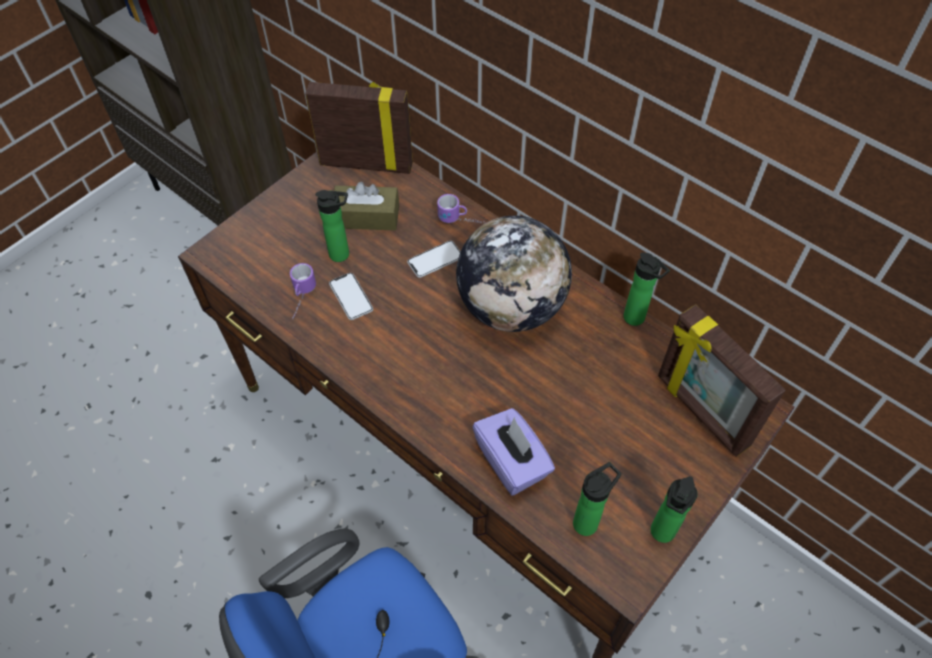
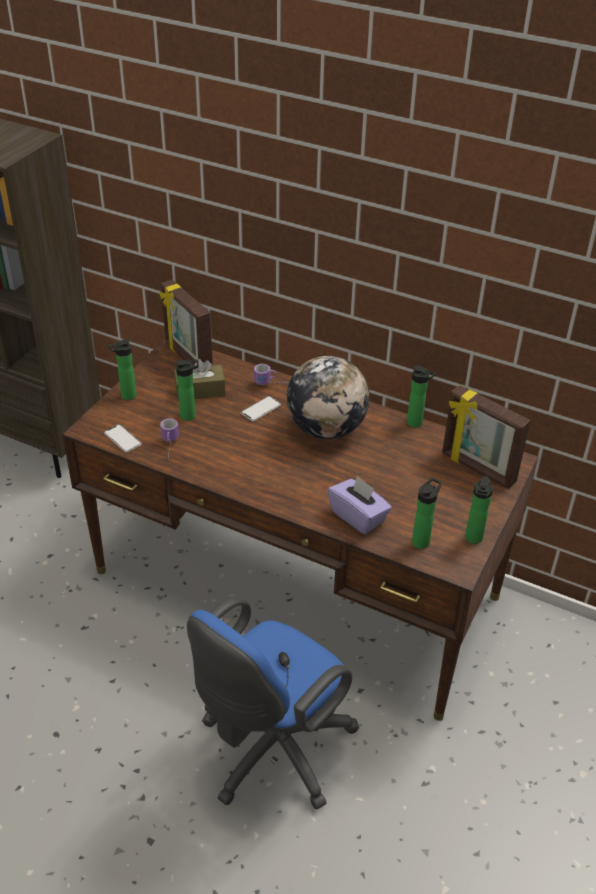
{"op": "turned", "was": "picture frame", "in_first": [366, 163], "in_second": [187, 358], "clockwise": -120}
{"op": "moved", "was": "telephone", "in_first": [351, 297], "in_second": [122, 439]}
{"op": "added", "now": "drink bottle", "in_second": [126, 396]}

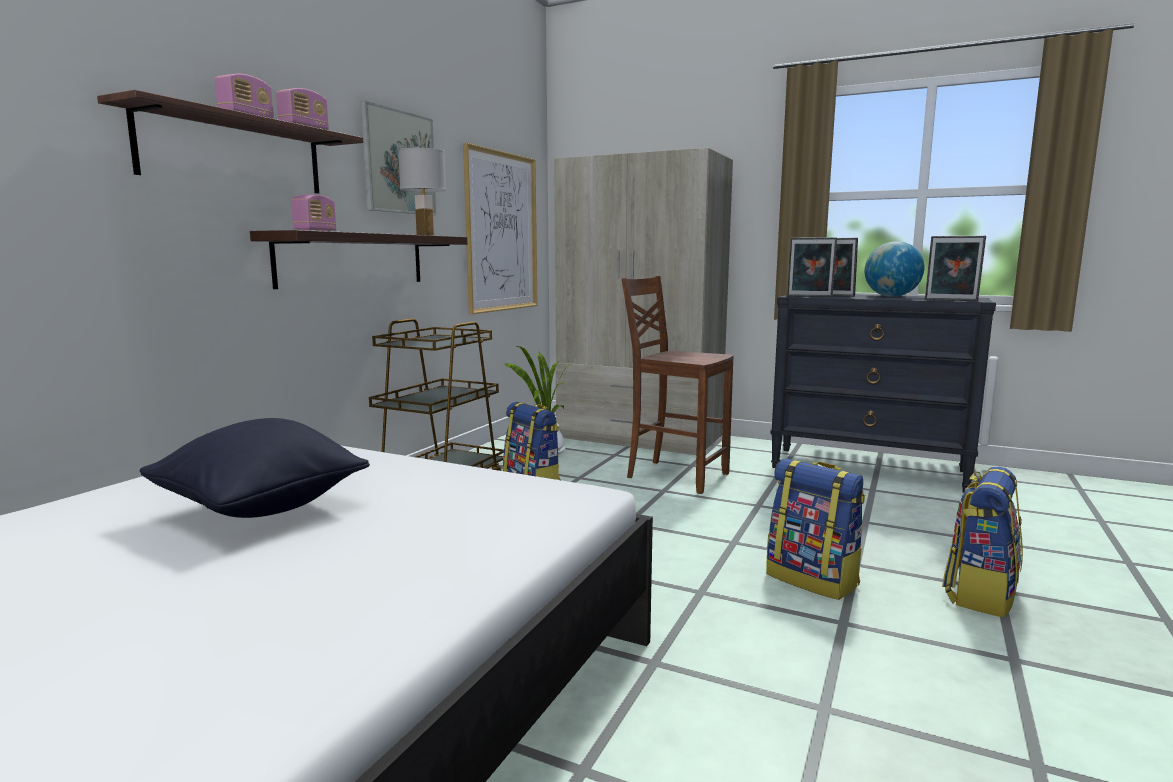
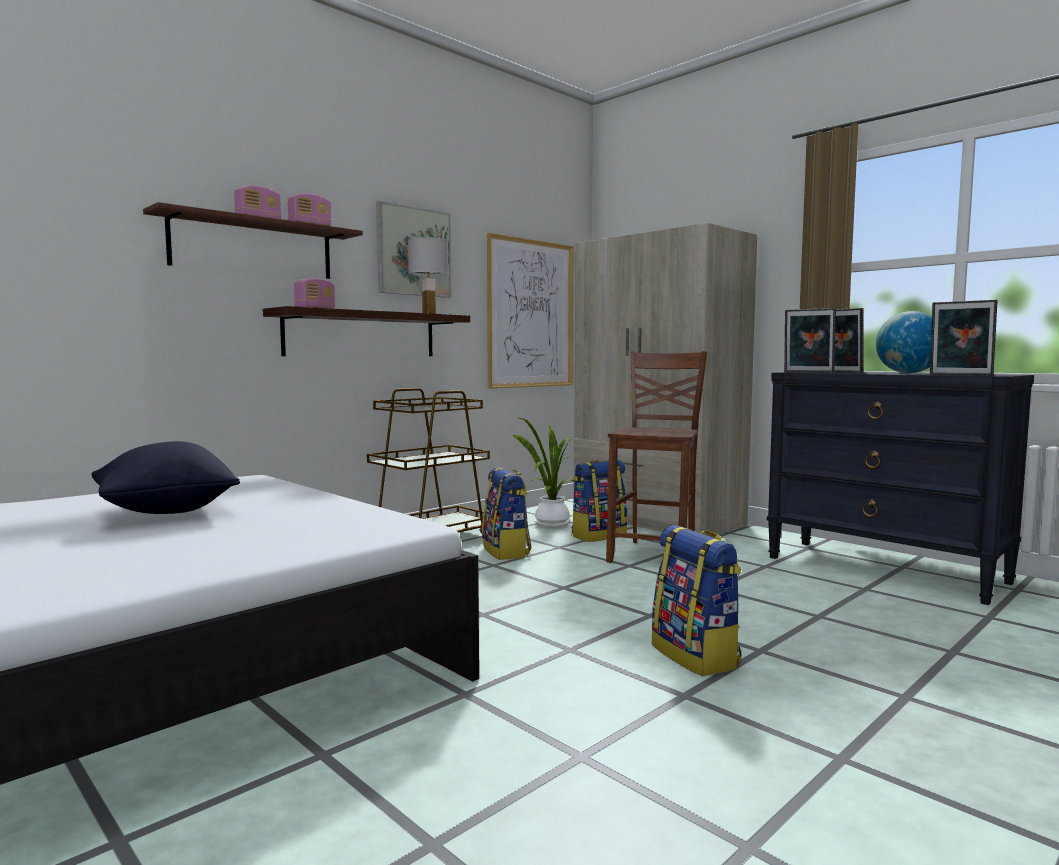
{"op": "turned", "was": "plain chair (brown-coloured)", "in_first": [675, 475], "in_second": [655, 554], "clockwise": 60}
{"op": "moved", "was": "rucksack", "in_first": [979, 594], "in_second": [598, 535]}

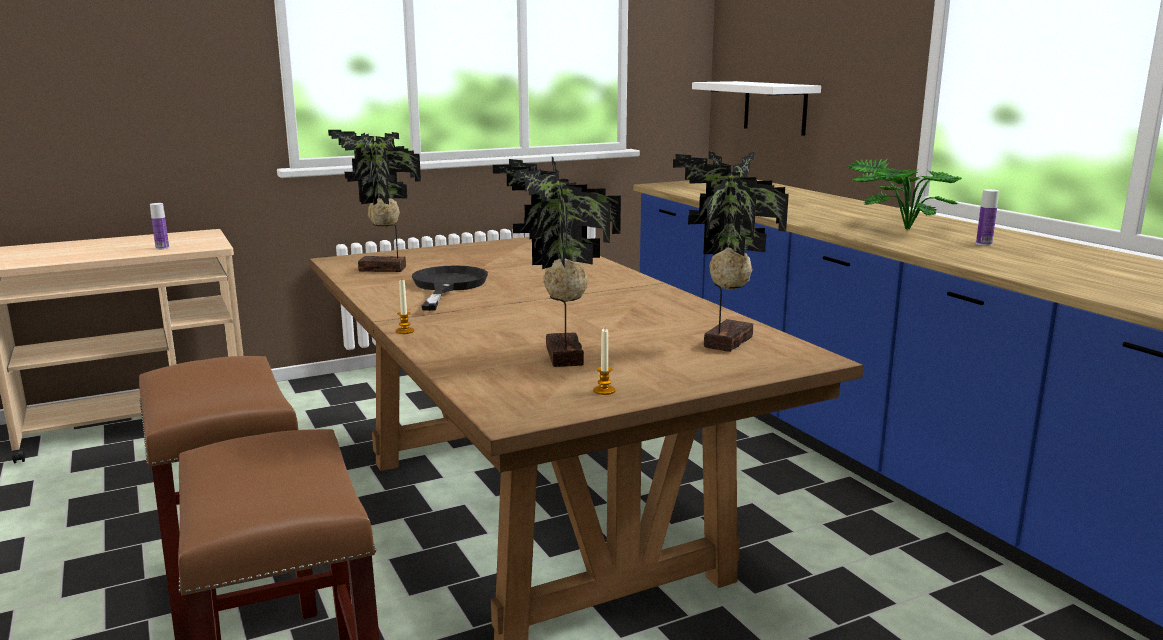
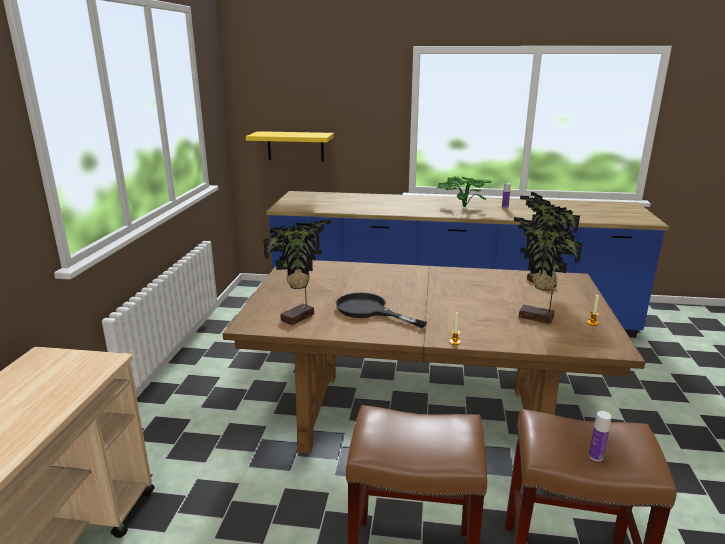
{"op": "moved", "was": "drink bottle", "in_first": [162, 248], "in_second": [596, 456]}
{"op": "recoloured", "was": "wall shelf (white-coloured)", "now": "wall shelf (yellow-coloured)", "in_first": [775, 107], "in_second": [295, 146]}

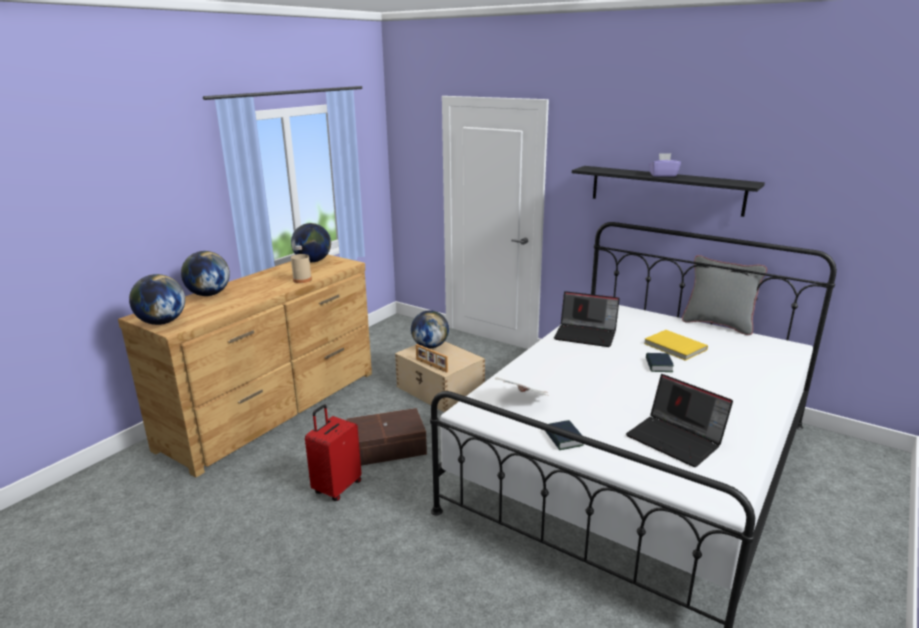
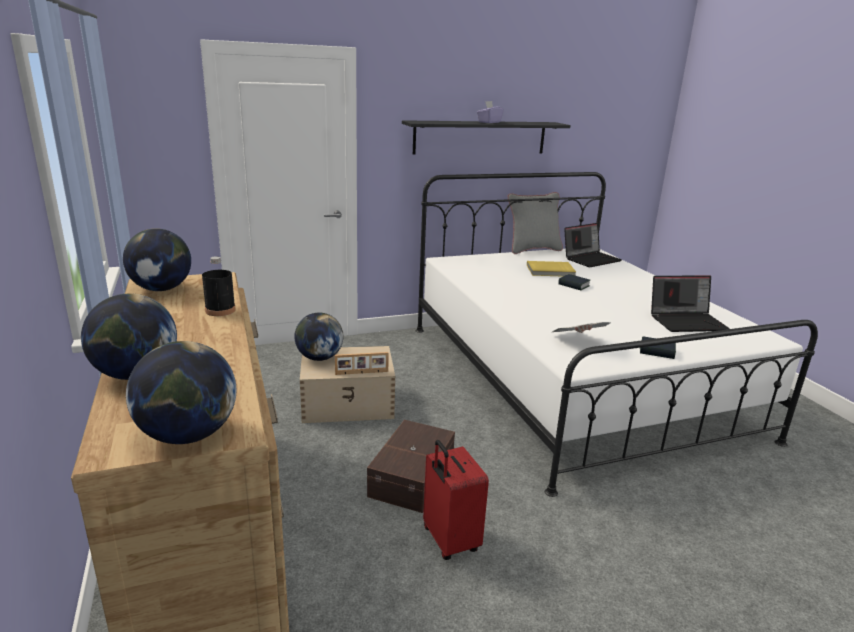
{"op": "recoloured", "was": "drink bottle (beige-coloured)", "now": "drink bottle (black-coloured)", "in_first": [302, 280], "in_second": [220, 310]}
{"op": "moved", "was": "portable computer", "in_first": [586, 335], "in_second": [591, 259]}

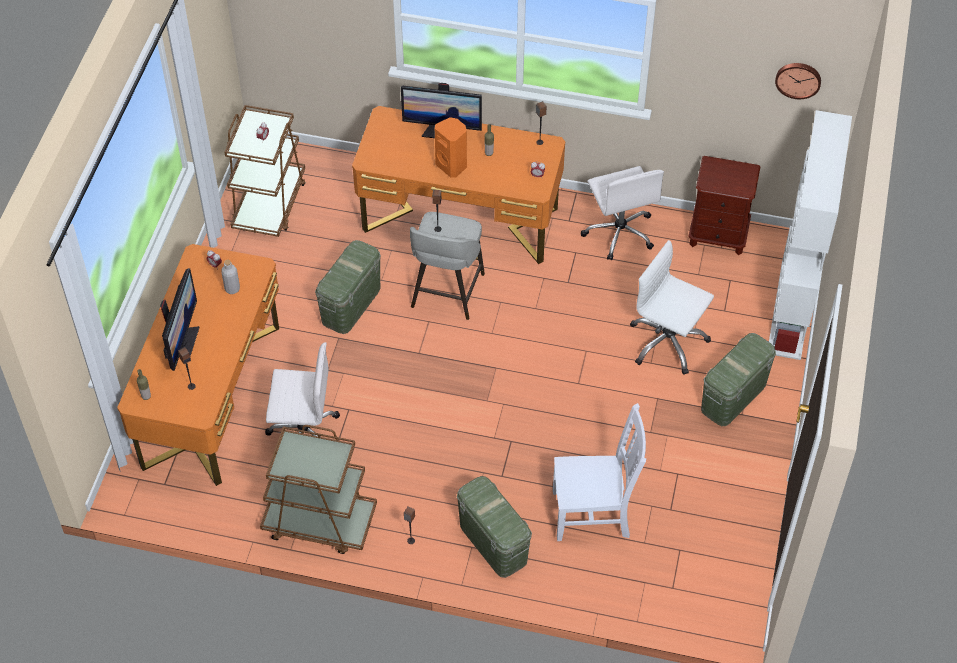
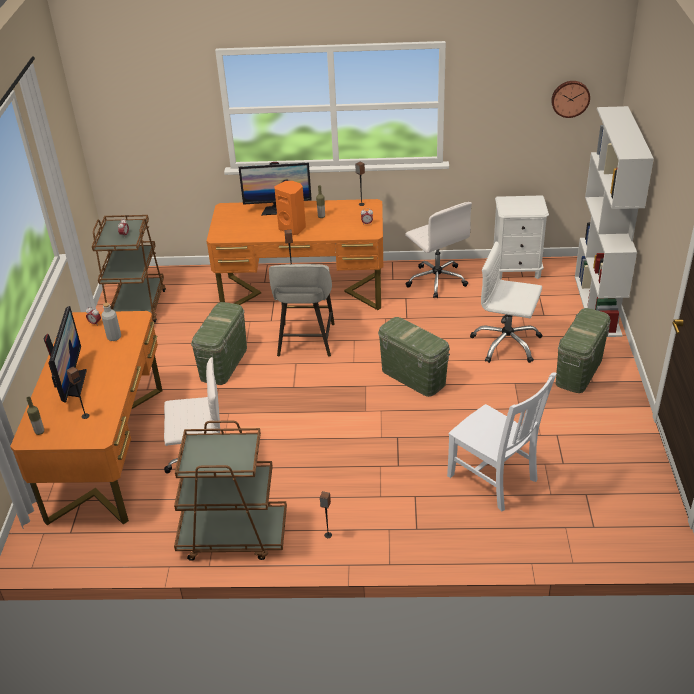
{"op": "moved", "was": "storage box (green-coloured)", "in_first": [493, 543], "in_second": [413, 377]}
{"op": "turned", "was": "plain chair (white-coloured)", "in_first": [594, 513], "in_second": [494, 479], "clockwise": 60}
{"op": "recoloured", "was": "bedside table (brown-coloured)", "now": "bedside table (white-coloured)", "in_first": [718, 236], "in_second": [516, 269]}

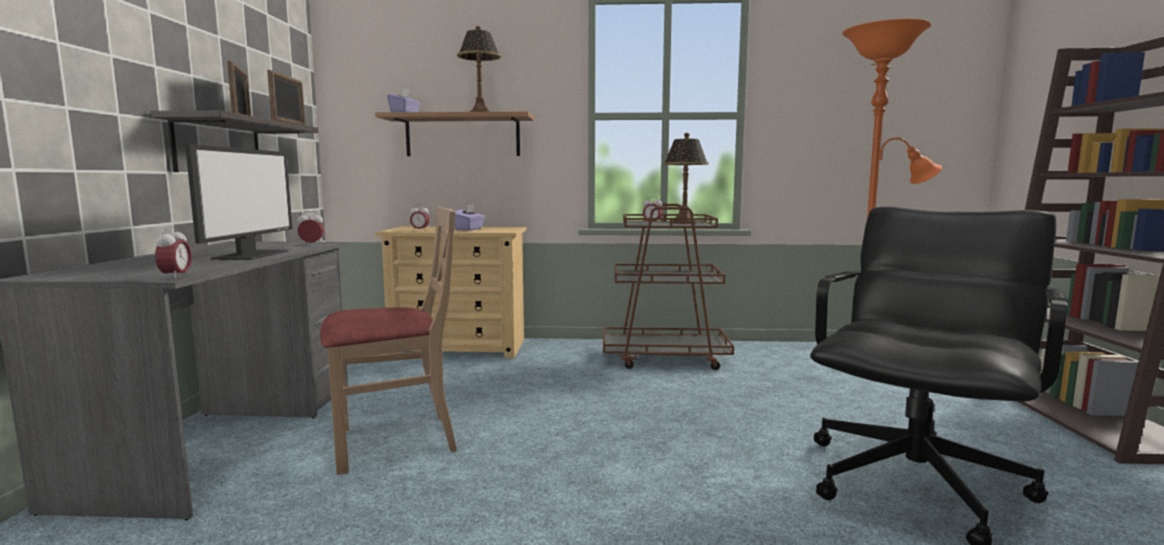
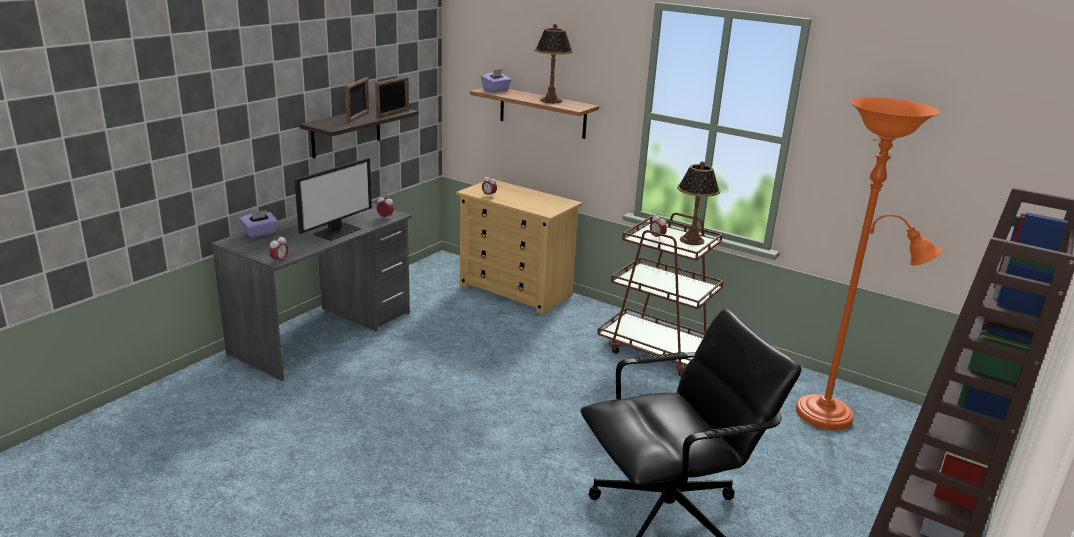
{"op": "removed", "was": "plain chair (beige-coloured)", "in_first": [395, 441]}
{"op": "moved", "was": "box of tissues (purple-coloured)", "in_first": [469, 229], "in_second": [260, 233]}

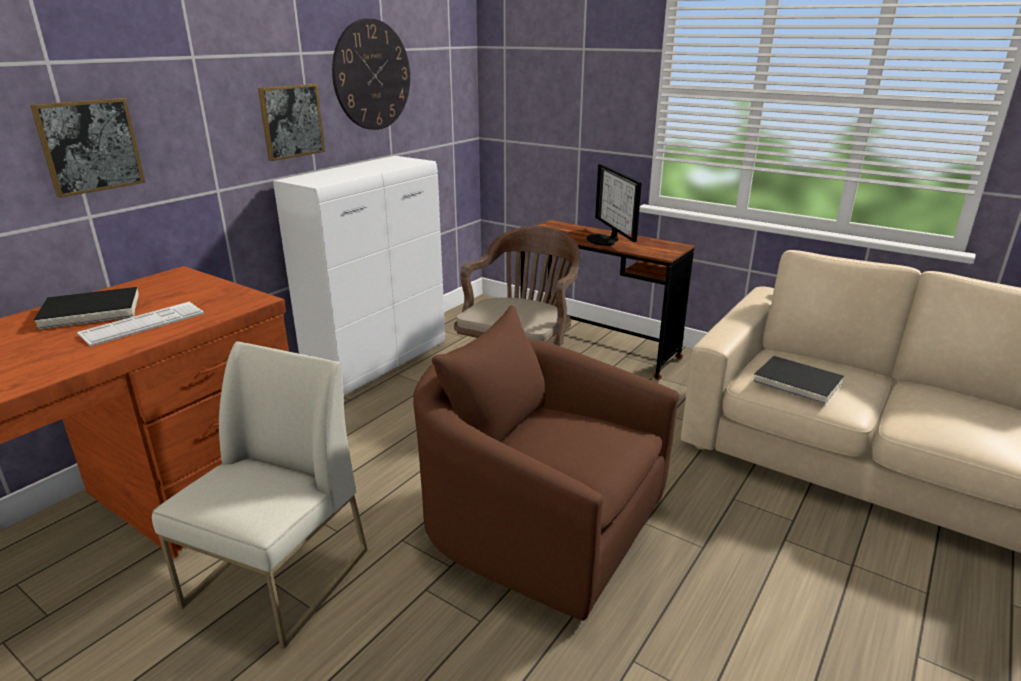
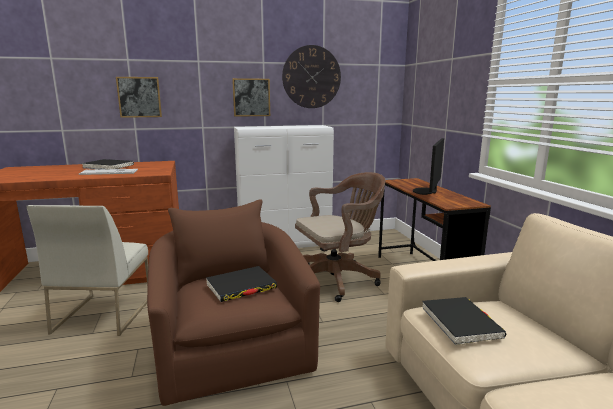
{"op": "turned", "was": "plain chair (white-coloured)", "in_first": [278, 579], "in_second": [103, 314], "clockwise": 120}
{"op": "added", "now": "volume (black-coloured)", "in_second": [241, 287]}

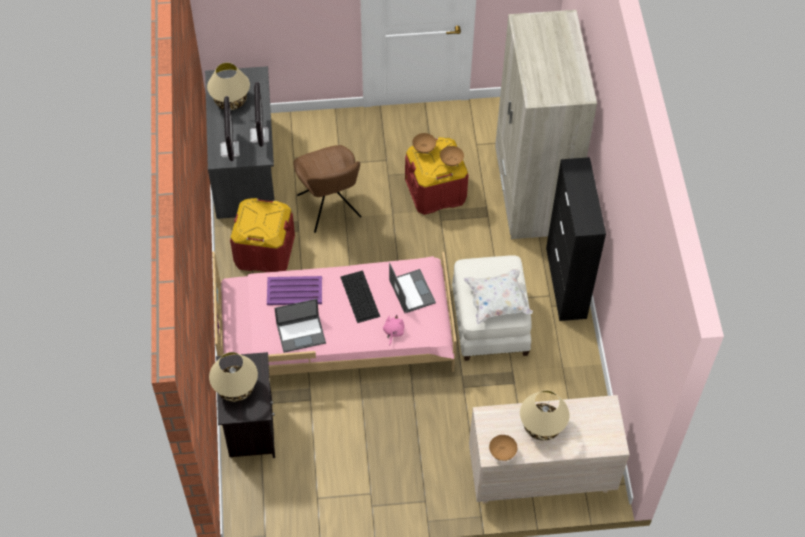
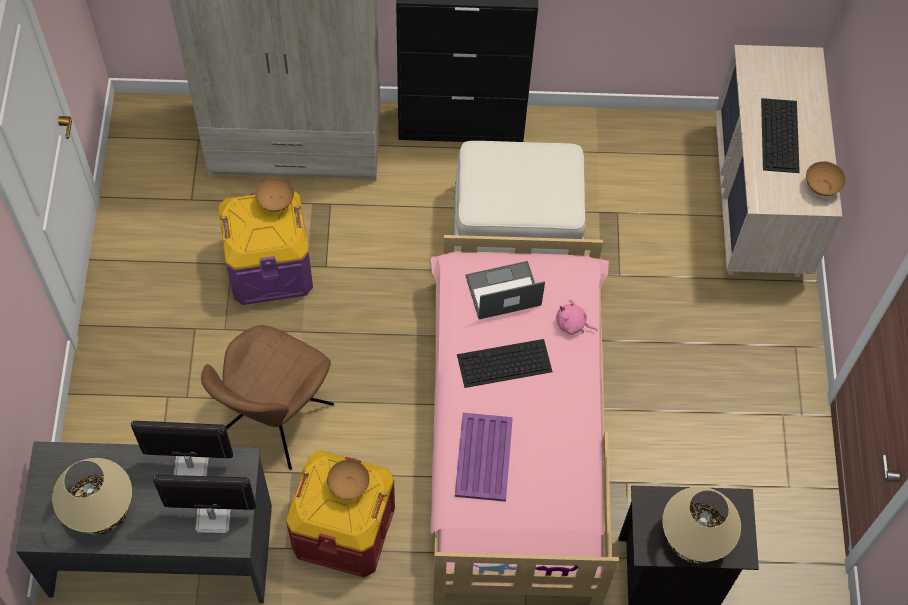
{"op": "removed", "was": "portable computer", "in_first": [301, 333]}
{"op": "turned", "was": "plain chair (brown-coloured)", "in_first": [330, 208], "in_second": [275, 421], "clockwise": 135}
{"op": "recoloured", "was": "storage box (red-coloured)", "now": "storage box (purple-coloured)", "in_first": [435, 191], "in_second": [269, 266]}
{"op": "moved", "was": "bowl (brown-coloured)", "in_first": [424, 149], "in_second": [349, 486]}
{"op": "removed", "was": "pillow (white-coloured)", "in_first": [497, 302]}
{"op": "replaced", "was": "table lamp (beige-coloured)", "now": "computer keyboard", "in_first": [541, 426], "in_second": [780, 136]}

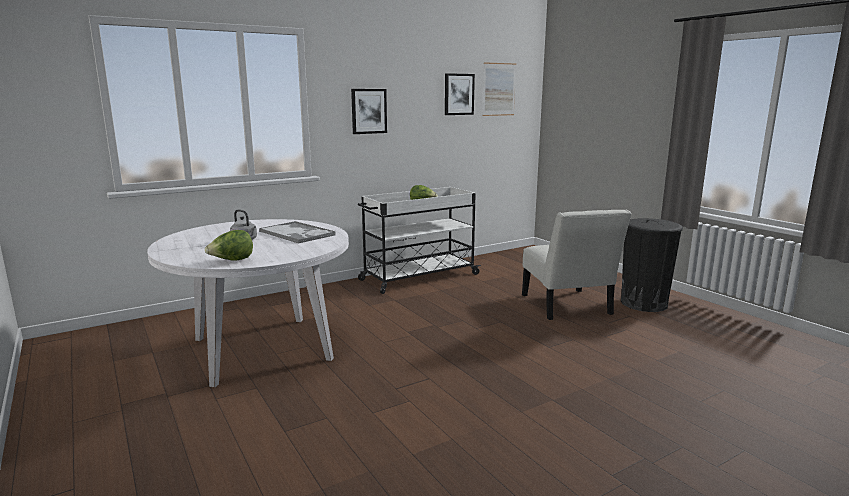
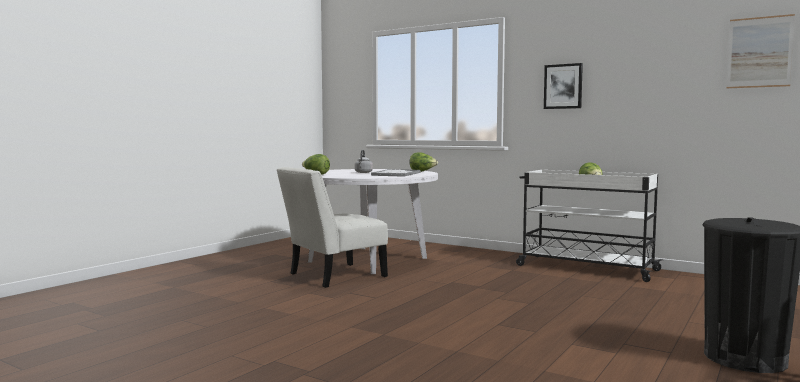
{"op": "removed", "was": "picture", "in_first": [458, 94]}
{"op": "moved", "was": "plain chair (white-coloured)", "in_first": [567, 307], "in_second": [333, 276]}
{"op": "added", "now": "lettuce head", "in_second": [422, 171]}

